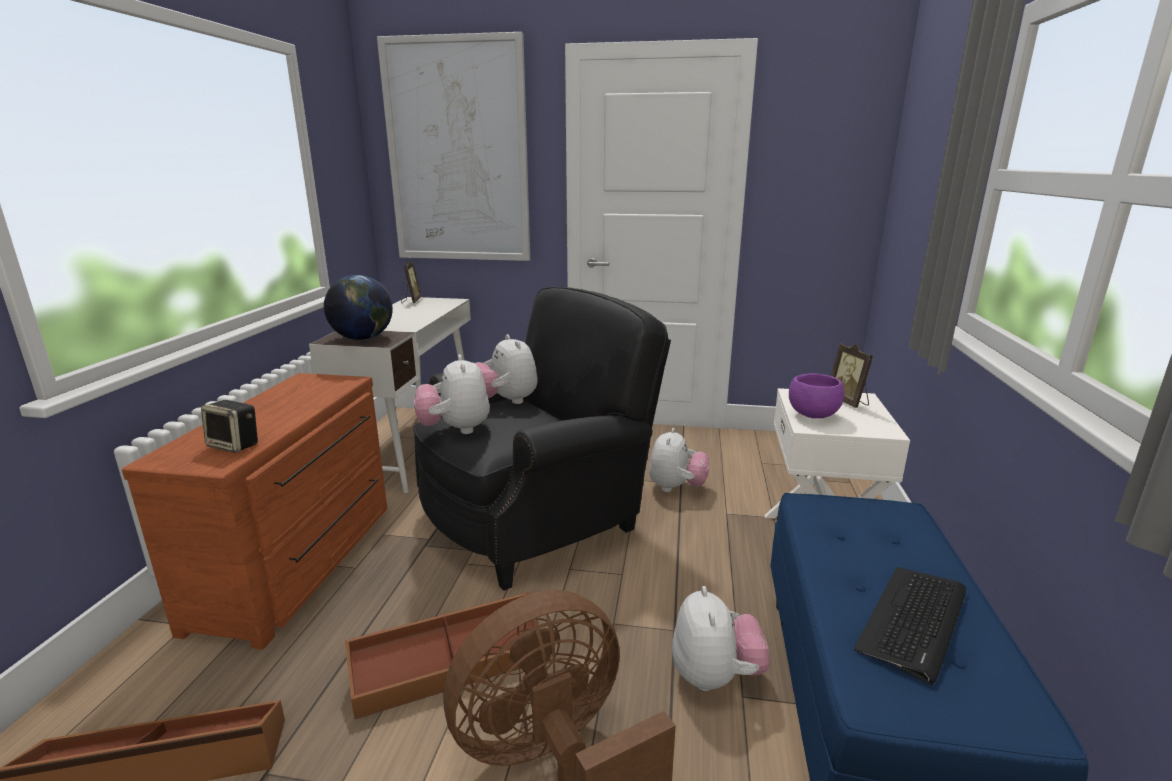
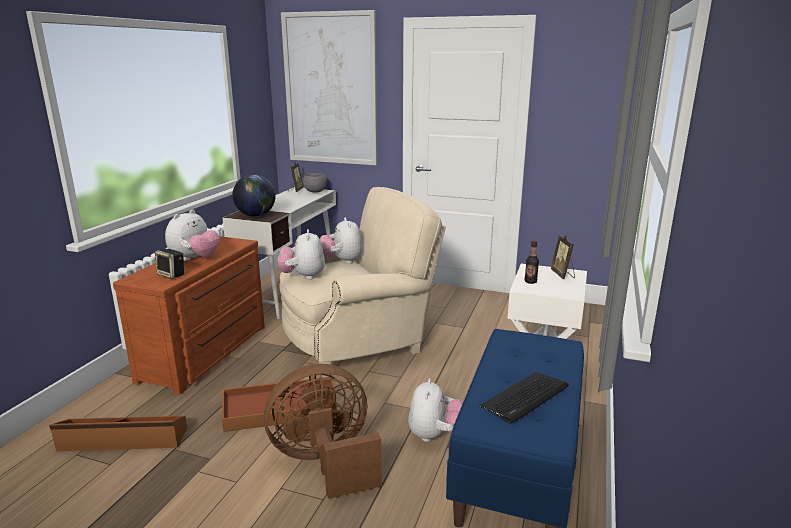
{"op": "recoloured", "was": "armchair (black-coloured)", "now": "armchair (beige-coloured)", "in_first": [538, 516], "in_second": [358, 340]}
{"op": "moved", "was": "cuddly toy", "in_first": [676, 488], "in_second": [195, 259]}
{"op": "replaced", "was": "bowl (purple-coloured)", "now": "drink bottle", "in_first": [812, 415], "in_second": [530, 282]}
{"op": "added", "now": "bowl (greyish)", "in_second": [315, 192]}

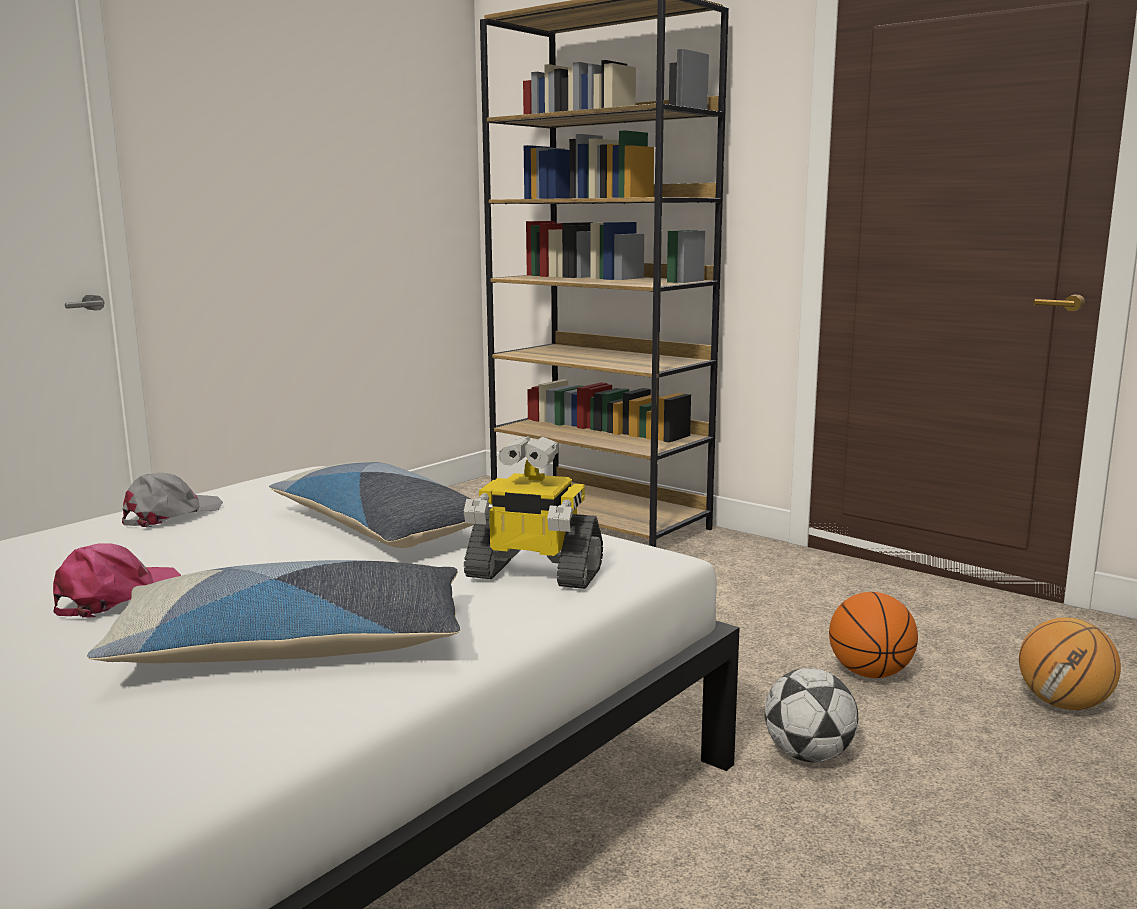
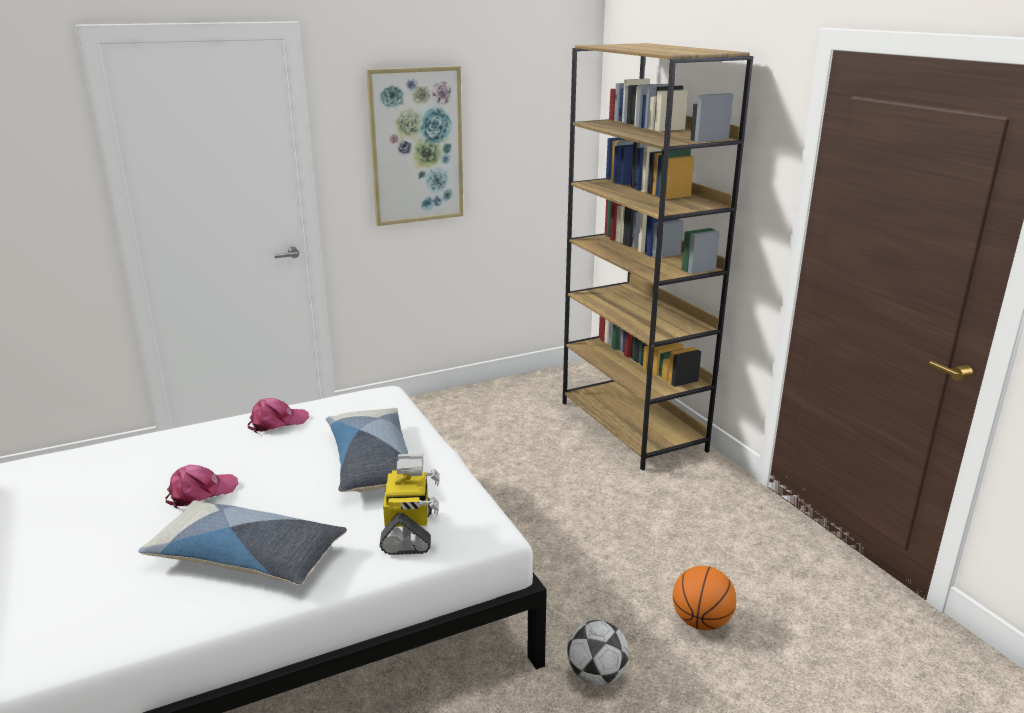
{"op": "recoloured", "was": "peaked cap (greyish)", "now": "peaked cap (pinkish)", "in_first": [170, 514], "in_second": [277, 422]}
{"op": "turned", "was": "model robot", "in_first": [533, 574], "in_second": [409, 531], "clockwise": -135}
{"op": "removed", "was": "ball for basketball", "in_first": [1064, 704]}
{"op": "added", "now": "picture", "in_second": [416, 146]}

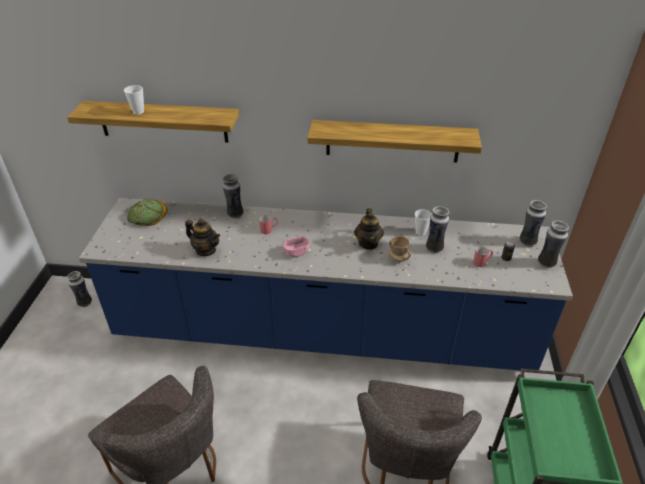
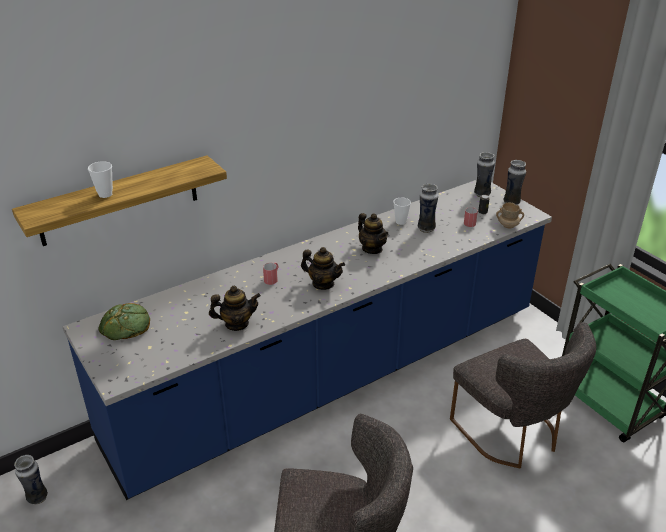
{"op": "removed", "was": "flower vase", "in_first": [235, 214]}
{"op": "replaced", "was": "bowl (pinkish)", "now": "pot for tea", "in_first": [296, 252], "in_second": [323, 284]}
{"op": "removed", "was": "wall shelf", "in_first": [392, 141]}
{"op": "moved", "was": "mug (beige-coloured)", "in_first": [398, 258], "in_second": [508, 225]}

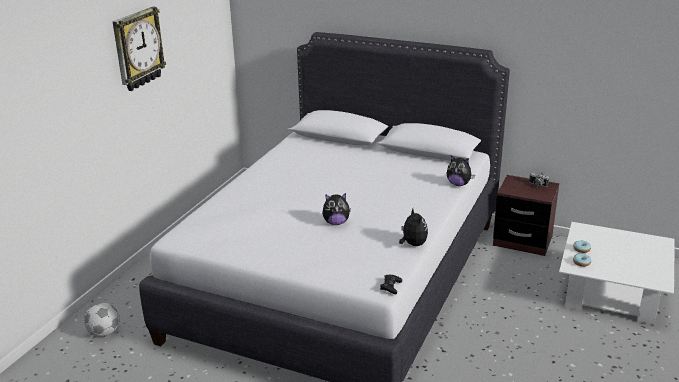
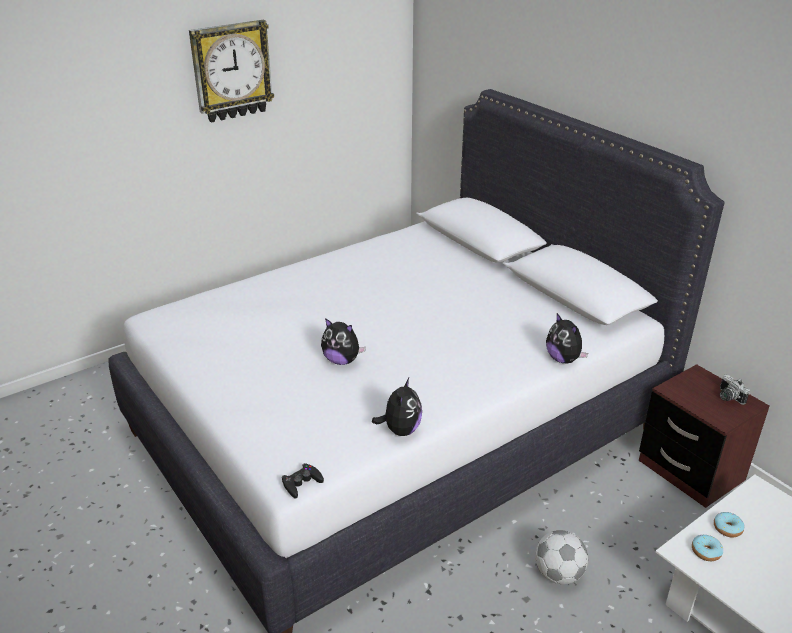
{"op": "moved", "was": "football", "in_first": [104, 333], "in_second": [558, 574]}

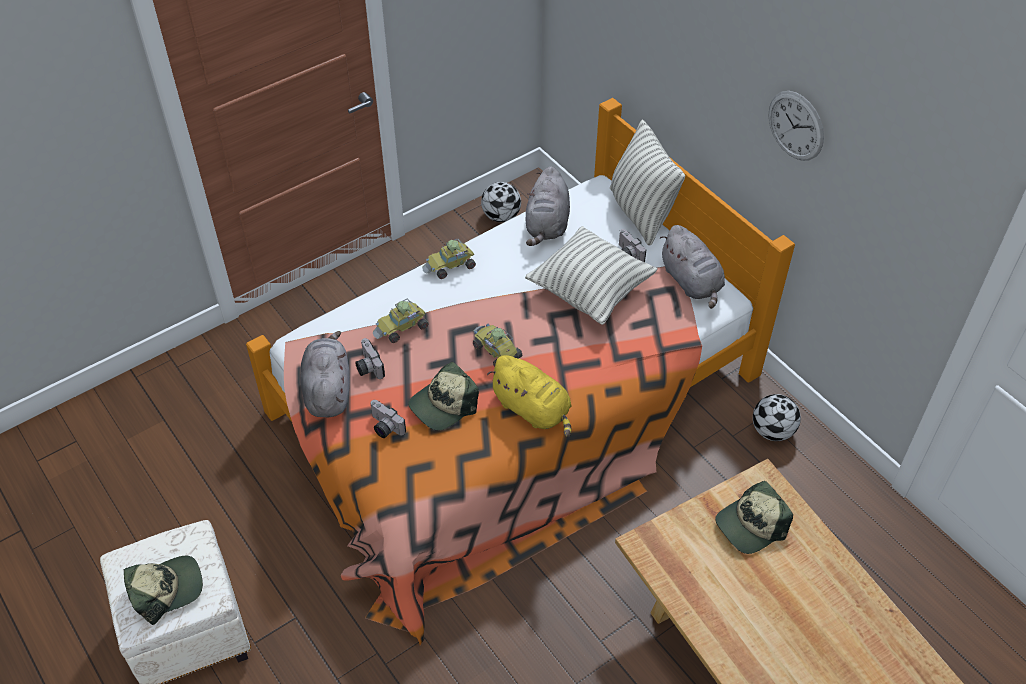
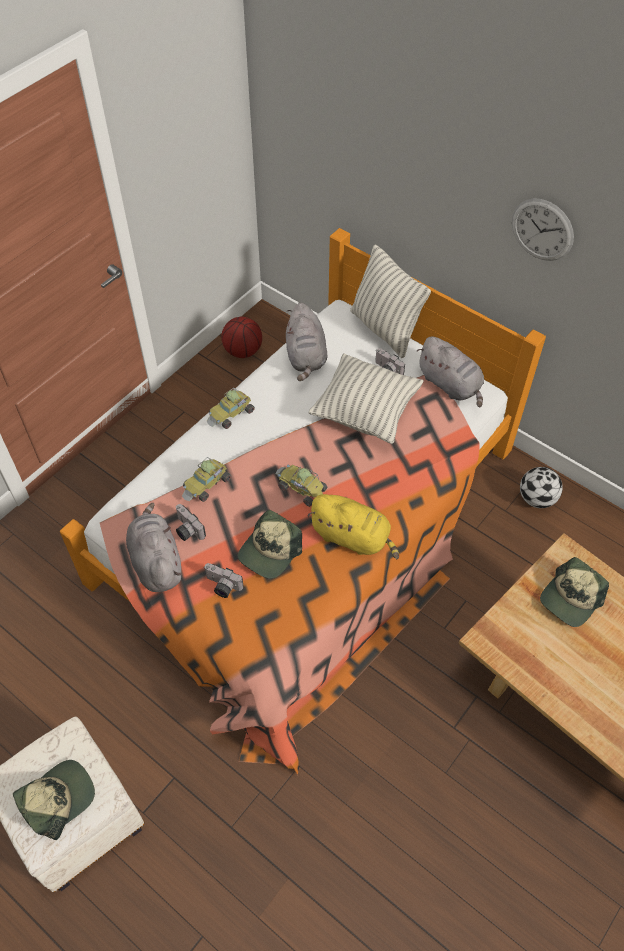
{"op": "replaced", "was": "football", "now": "ball for basketball", "in_first": [501, 217], "in_second": [243, 351]}

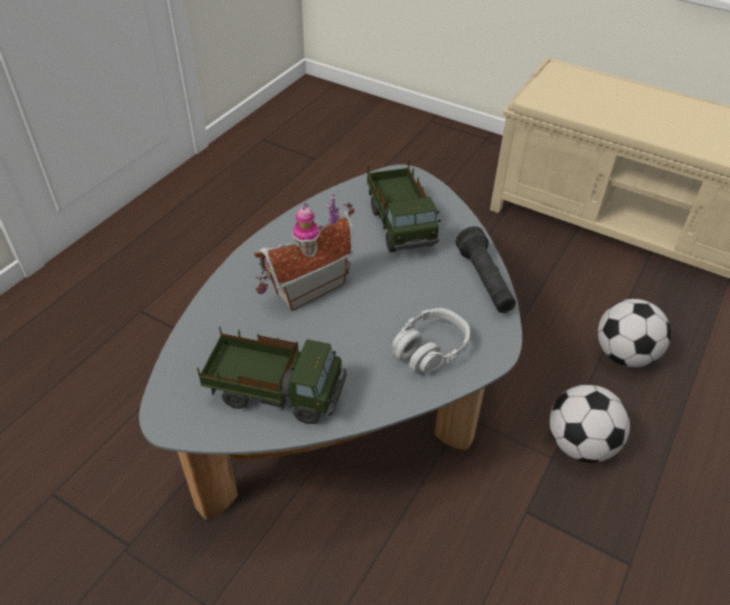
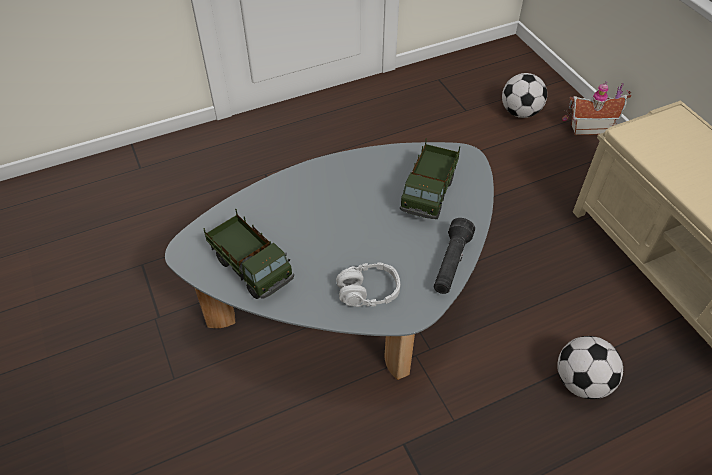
{"op": "moved", "was": "model house", "in_first": [305, 286], "in_second": [587, 127]}
{"op": "moved", "was": "football", "in_first": [580, 444], "in_second": [520, 112]}

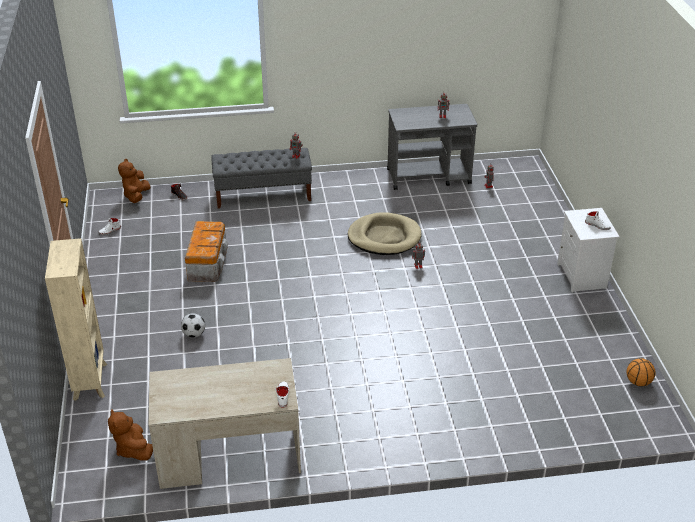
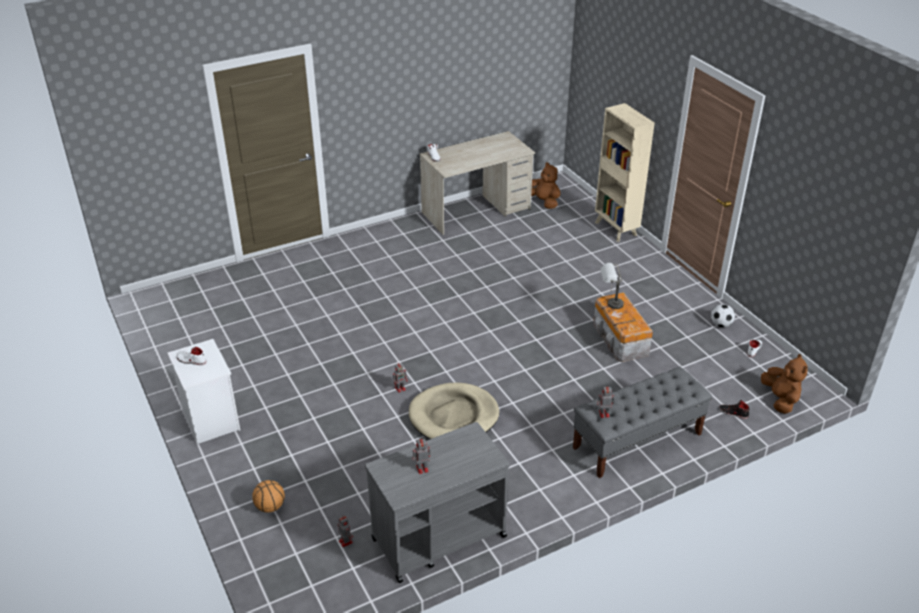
{"op": "moved", "was": "football", "in_first": [194, 334], "in_second": [721, 324]}
{"op": "moved", "was": "ball for basketball", "in_first": [638, 382], "in_second": [270, 506]}
{"op": "added", "now": "table lamp (greyish)", "in_second": [609, 304]}

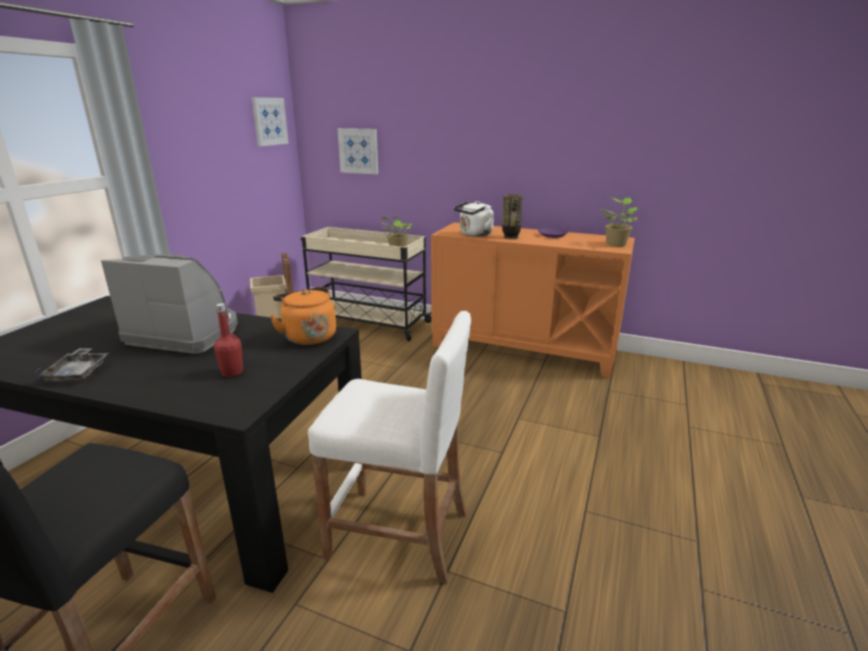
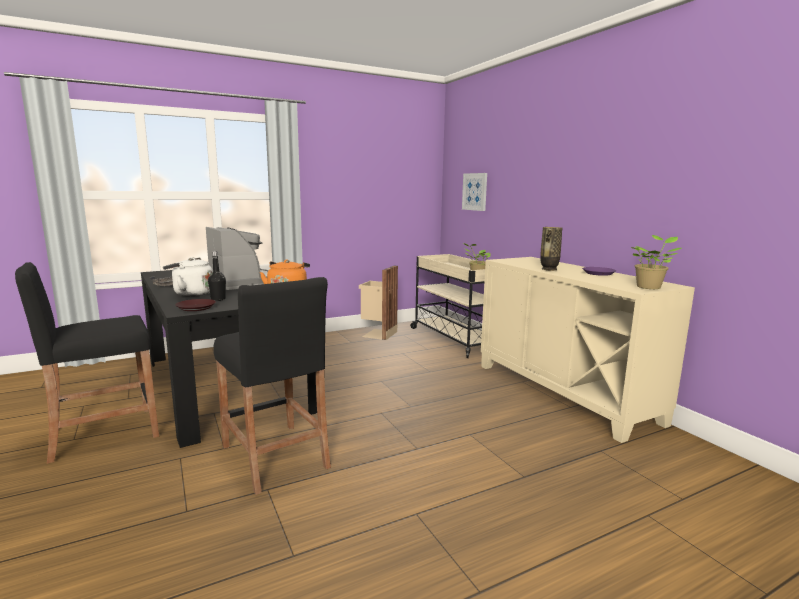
{"op": "recoloured", "was": "drink bottle (red-coloured)", "now": "drink bottle (black-coloured)", "in_first": [232, 372], "in_second": [218, 299]}
{"op": "removed", "was": "picture", "in_first": [269, 121]}
{"op": "recoloured", "was": "stool seat (white-coloured)", "now": "stool seat (black-coloured)", "in_first": [398, 534], "in_second": [275, 456]}
{"op": "recoloured", "was": "cabinet (orange-coloured)", "now": "cabinet (beige-coloured)", "in_first": [523, 348], "in_second": [563, 392]}
{"op": "moved", "was": "kettle (white-coloured)", "in_first": [474, 234], "in_second": [191, 293]}
{"op": "added", "now": "dinner plate (brown-coloured)", "in_second": [196, 308]}

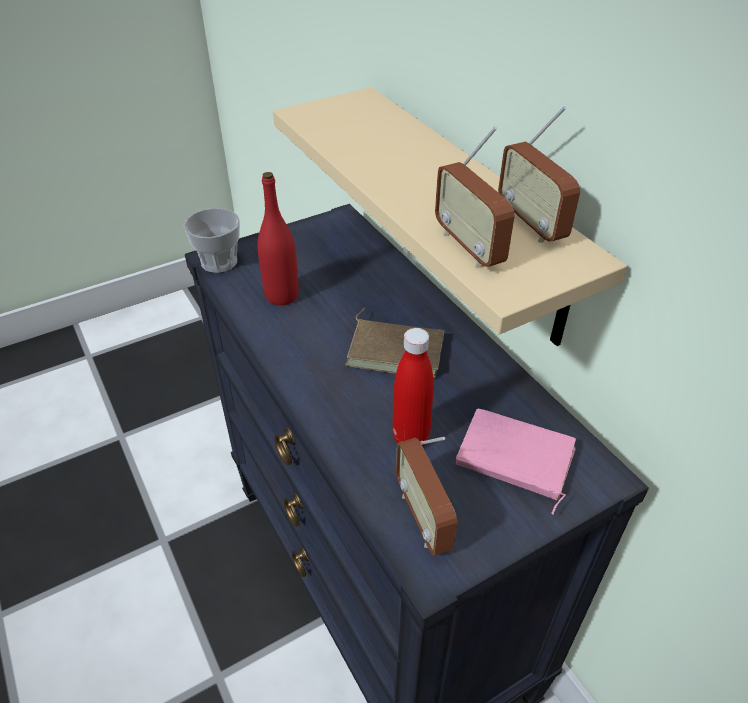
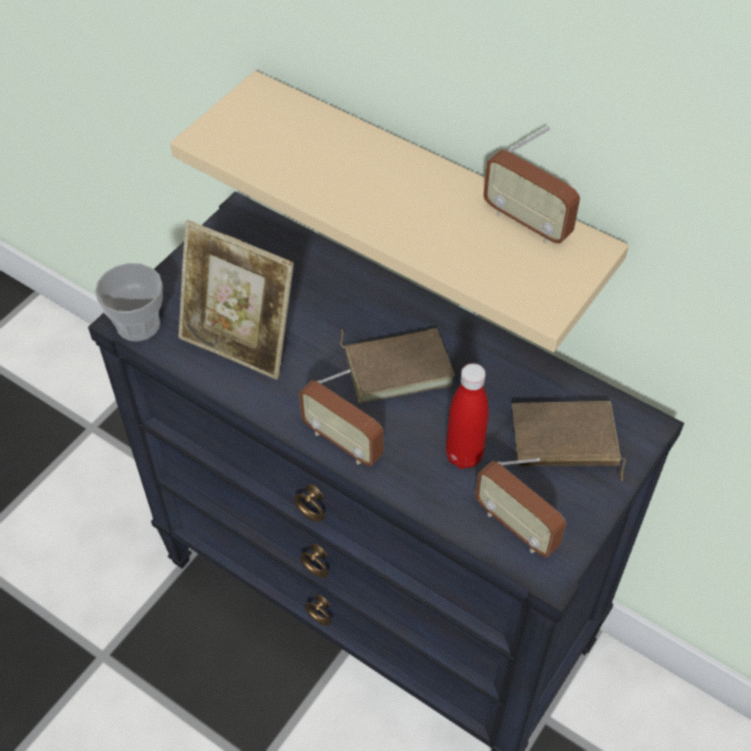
{"op": "replaced", "was": "drink bottle (red-coloured)", "now": "picture frame", "in_first": [282, 296], "in_second": [239, 343]}
{"op": "moved", "was": "radio", "in_first": [469, 247], "in_second": [342, 442]}
{"op": "recoloured", "was": "volume (pinkish)", "now": "volume (brown-coloured)", "in_first": [513, 460], "in_second": [564, 441]}

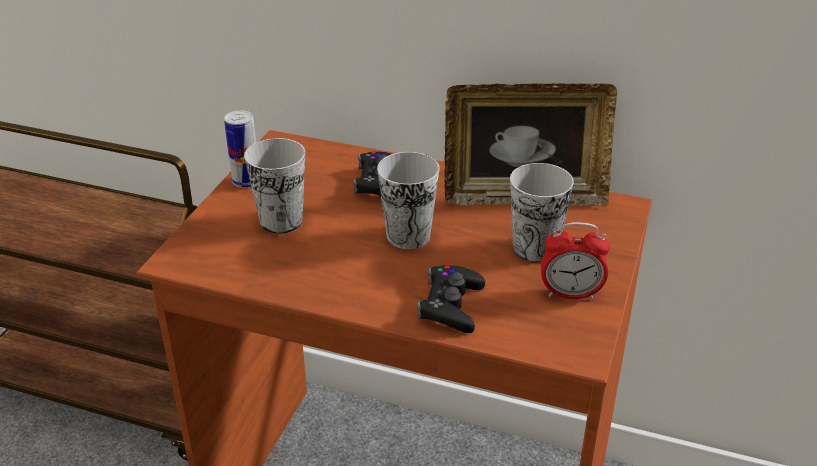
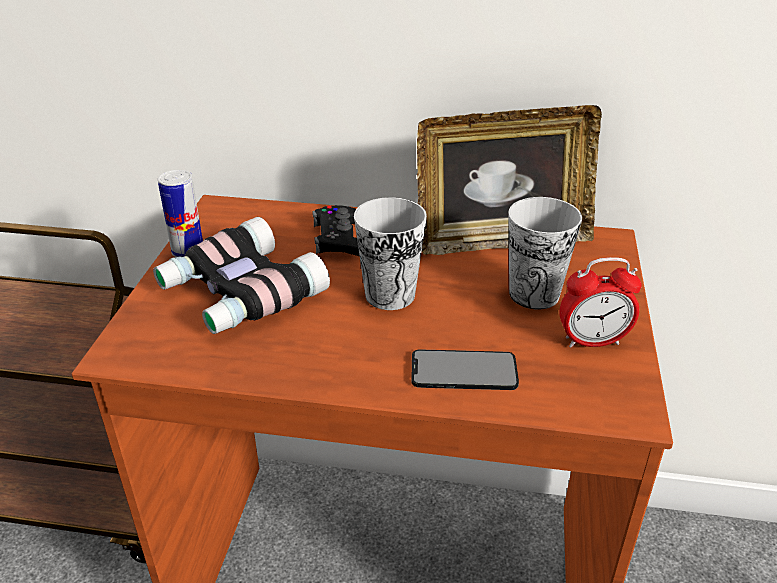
{"op": "replaced", "was": "small cup", "now": "pair of binoculars", "in_first": [281, 221], "in_second": [239, 293]}
{"op": "replaced", "was": "game controller (black-coloured)", "now": "telephone", "in_first": [451, 305], "in_second": [464, 370]}

